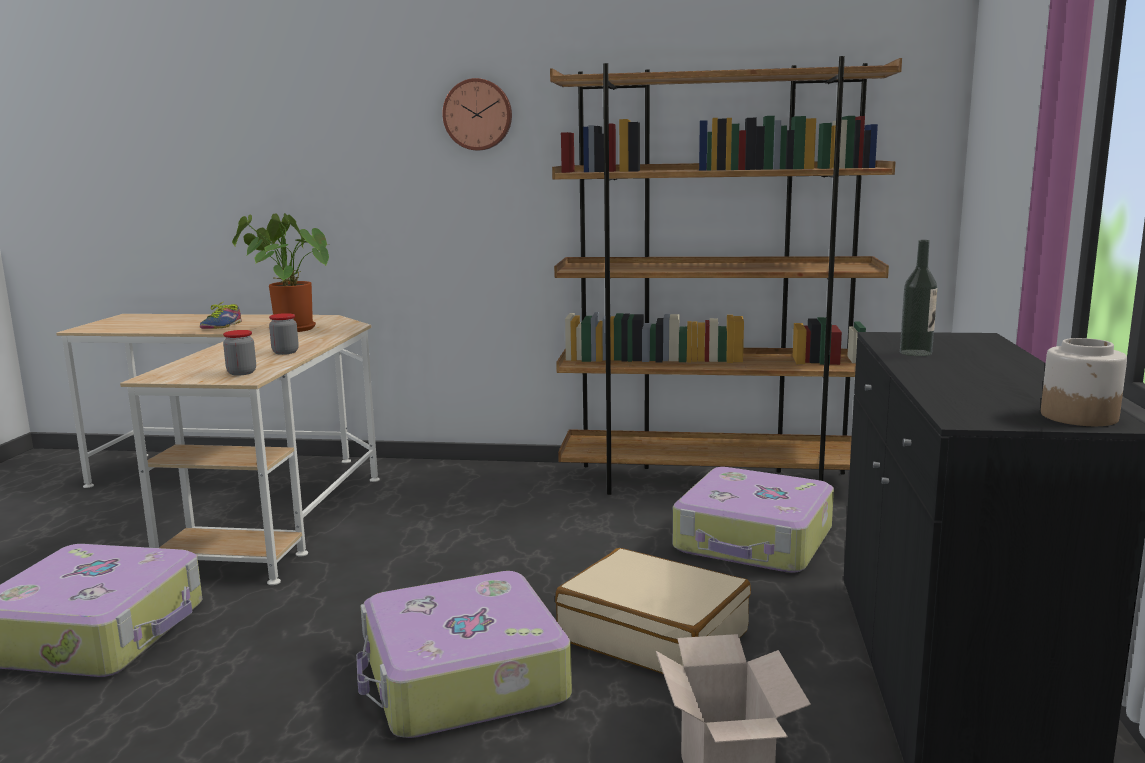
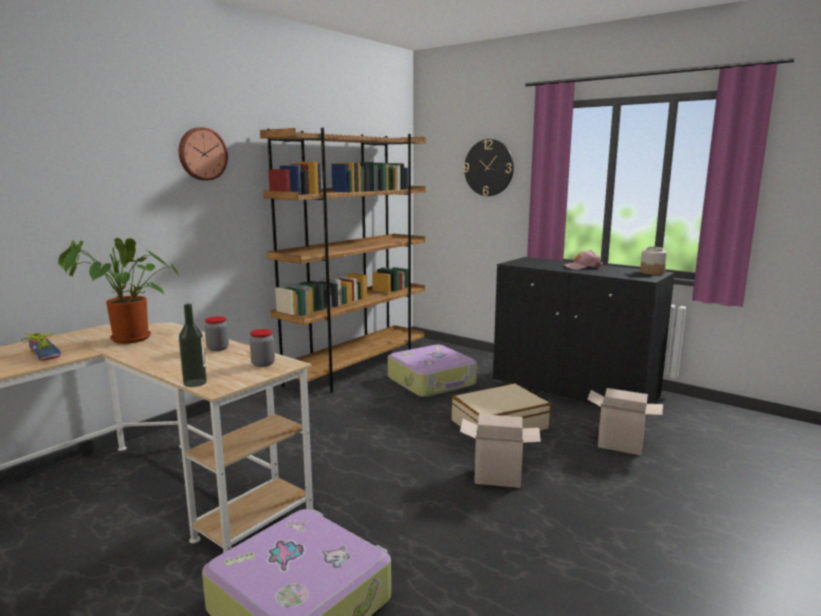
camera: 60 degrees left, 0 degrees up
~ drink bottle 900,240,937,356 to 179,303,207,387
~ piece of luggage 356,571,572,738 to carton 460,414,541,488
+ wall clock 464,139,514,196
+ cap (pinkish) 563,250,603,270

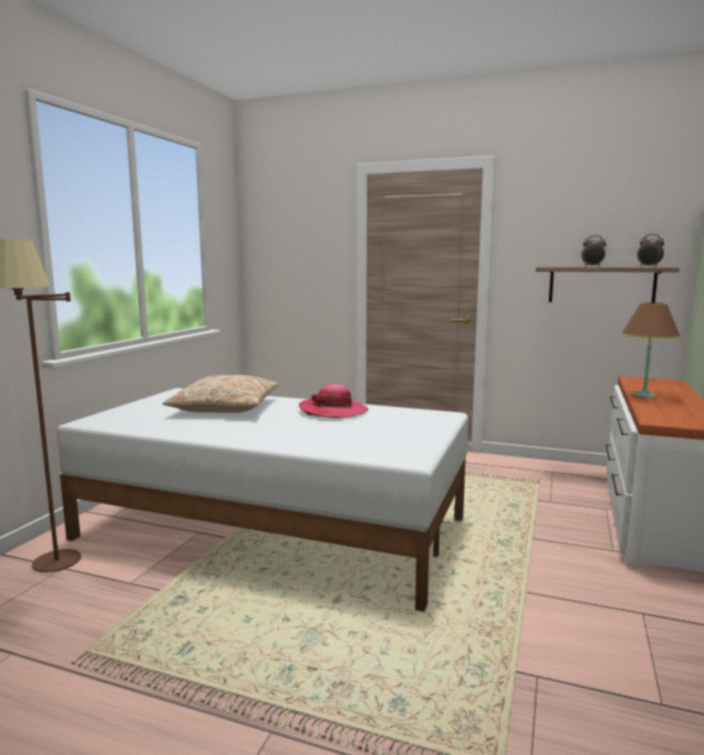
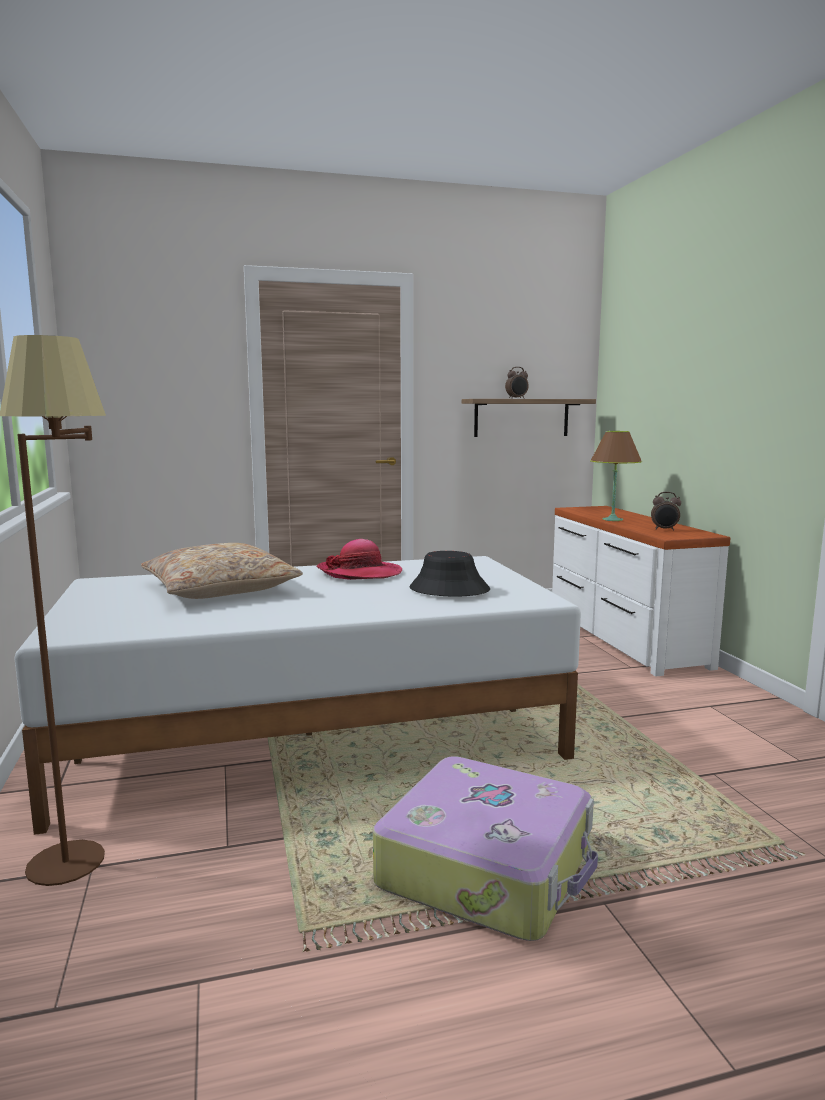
camera: 35 degrees left, 0 degrees up
~ alarm clock 637,234,664,267 to 651,492,681,531
+ clothing hat (blackish) 410,551,490,597
+ piece of luggage 373,756,598,941

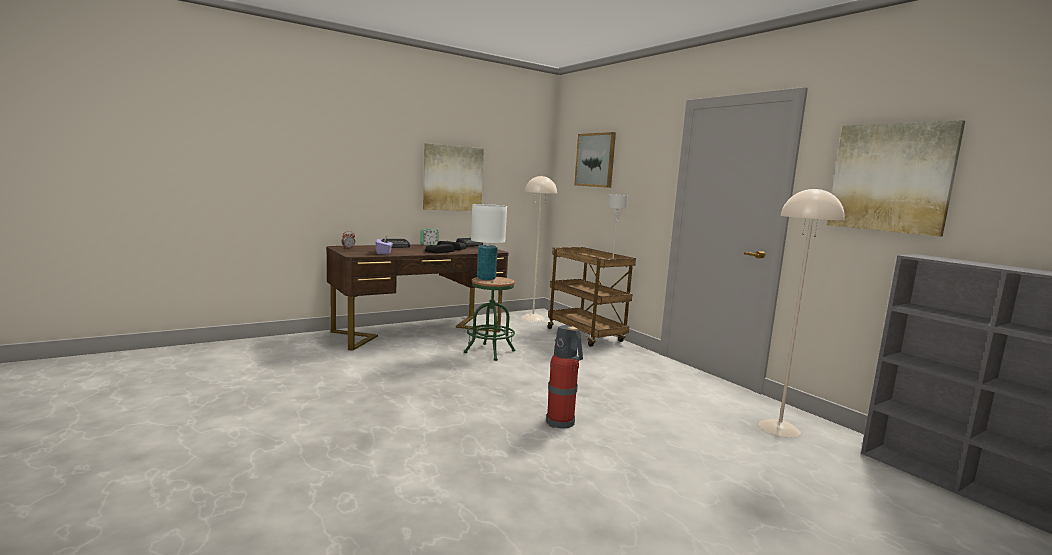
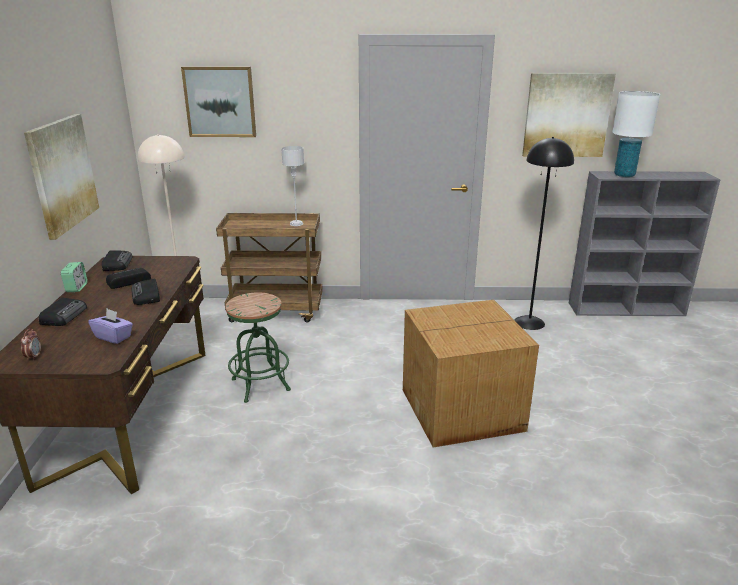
camera: 55 degrees left, 15 degrees up
~ floor lamp (sand-coloured) 759,187,845,438 to floor lamp (blackish) 515,137,574,330
~ lamp for a table (whitish) 471,204,507,280 to 612,91,660,177
~ extinguisher 546,325,583,429 to carton 403,300,539,448

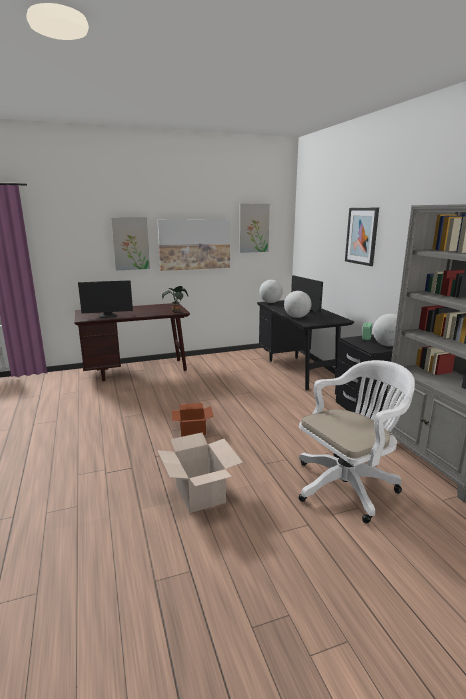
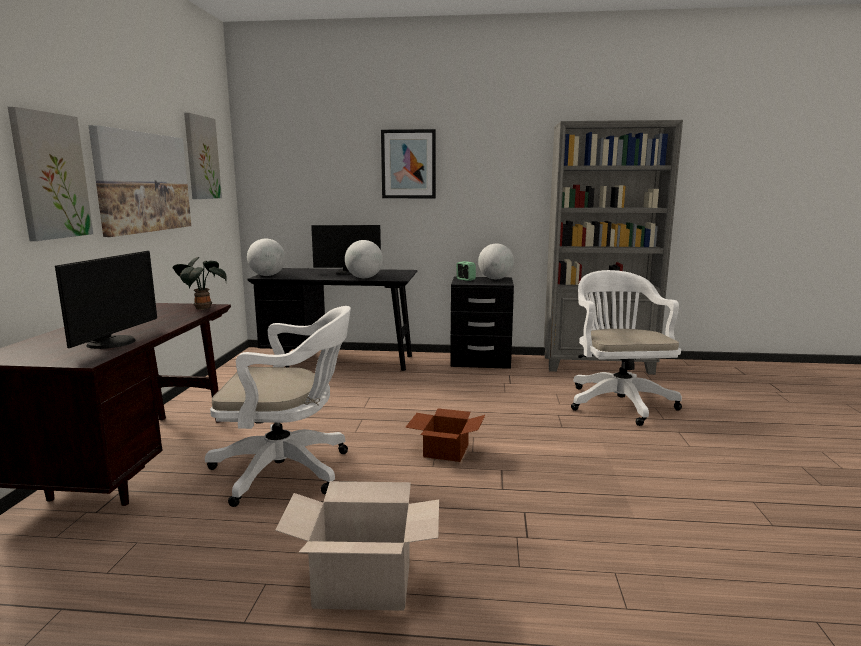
camera: 65 degrees left, 5 degrees down
~ carton 157,433,243,513 to 275,481,439,611
+ computer chair (whitish) 205,306,351,507

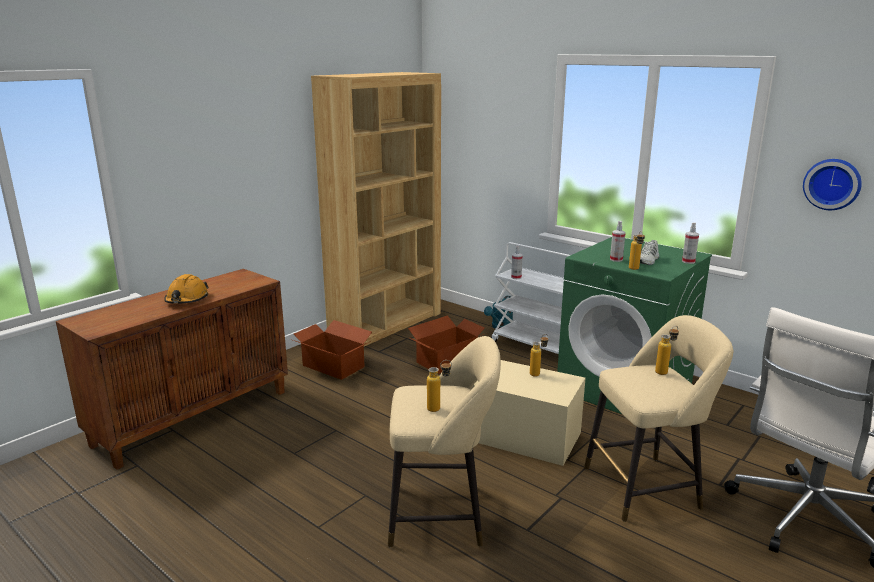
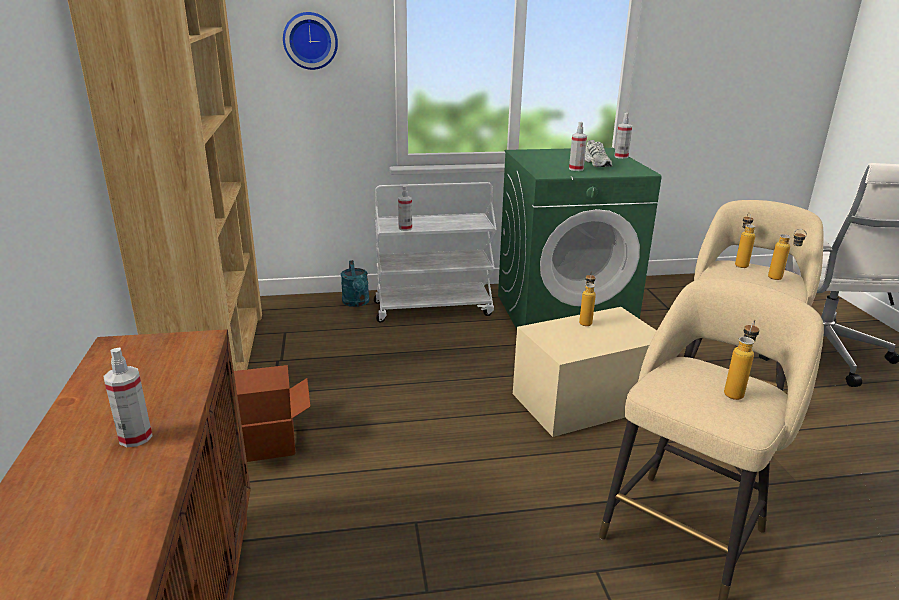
camera: 50 degrees left, 5 degrees up
~ wall clock 803,159,862,210 to 283,12,338,70
~ drink bottle 629,231,645,270 to 768,229,807,280
~ safety helmet (orange) 164,274,209,304 to spray bottle 103,348,153,447
- carton 408,315,485,374

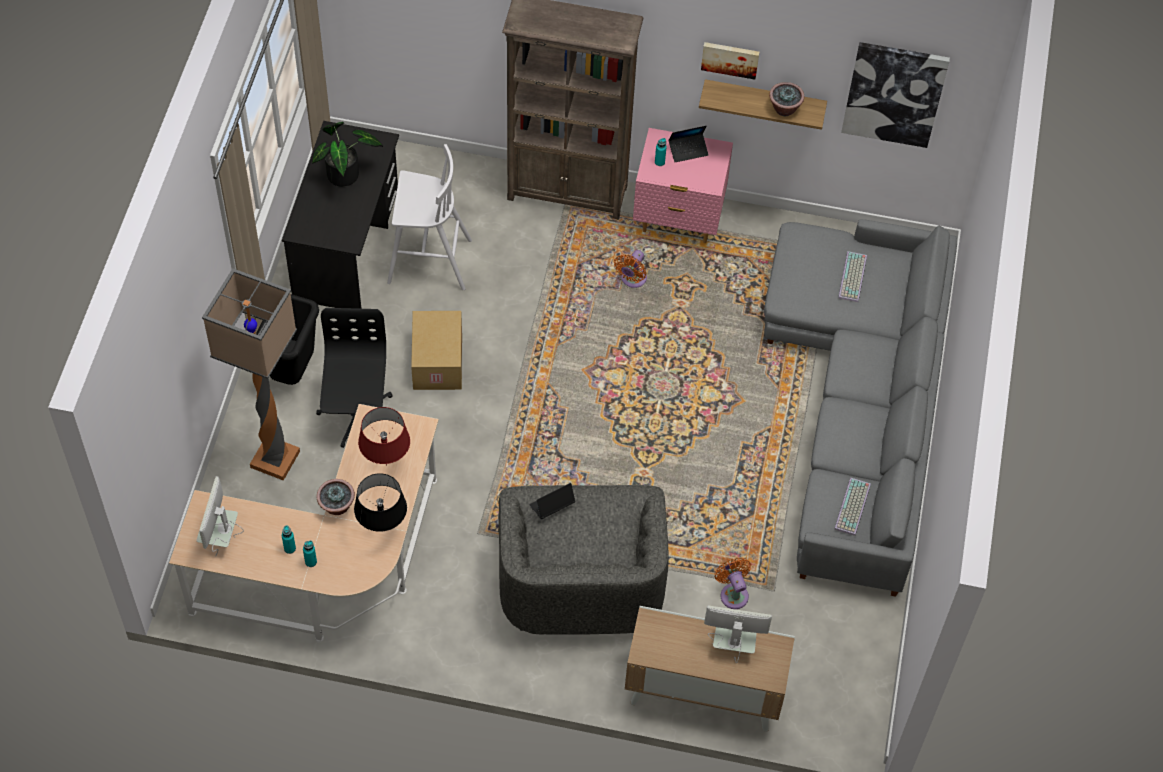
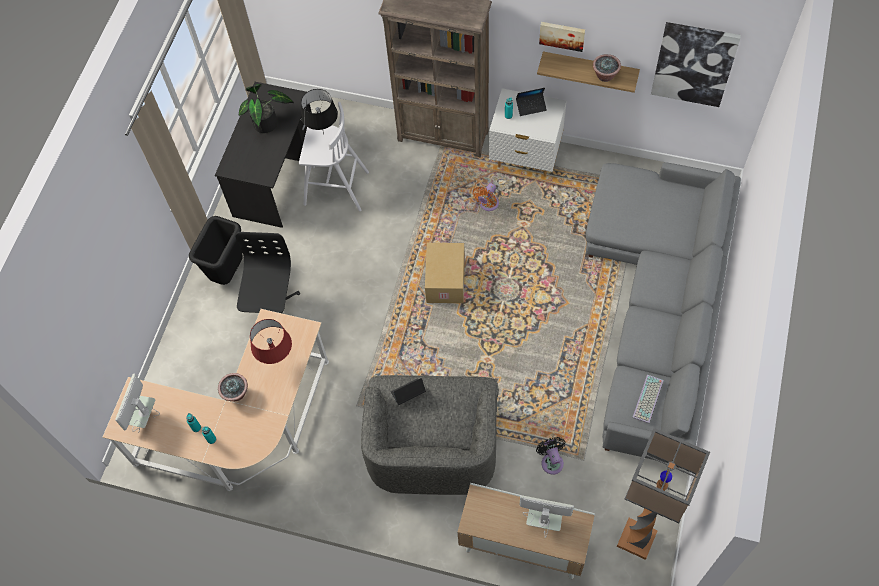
camera: 10 degrees right, 5 degrees up
~ nightstand (pinkish) 633,128,733,243 to nightstand (whitish) 489,88,566,177
- keyboard 838,251,867,302
~ floor lamp 202,268,300,481 to 617,428,710,560
~ carton 411,311,462,390 to 425,243,465,303
~ lamp for a table (blackish) 354,473,407,532 to 301,89,338,134
~ electric fan (orange) 714,558,751,609 to electric fan (blackish) 536,437,565,475

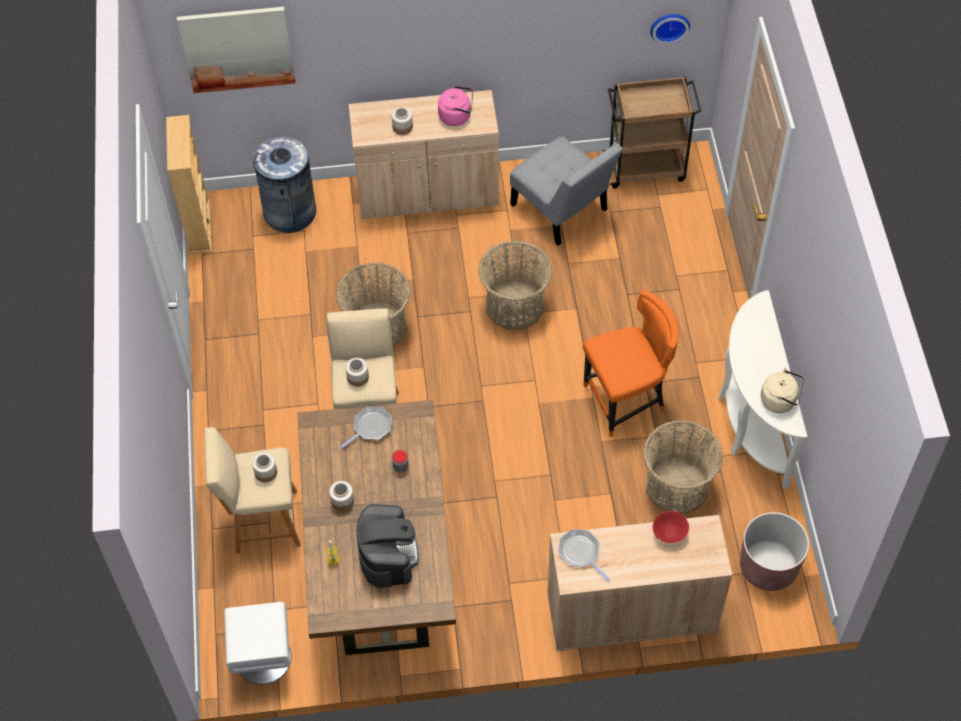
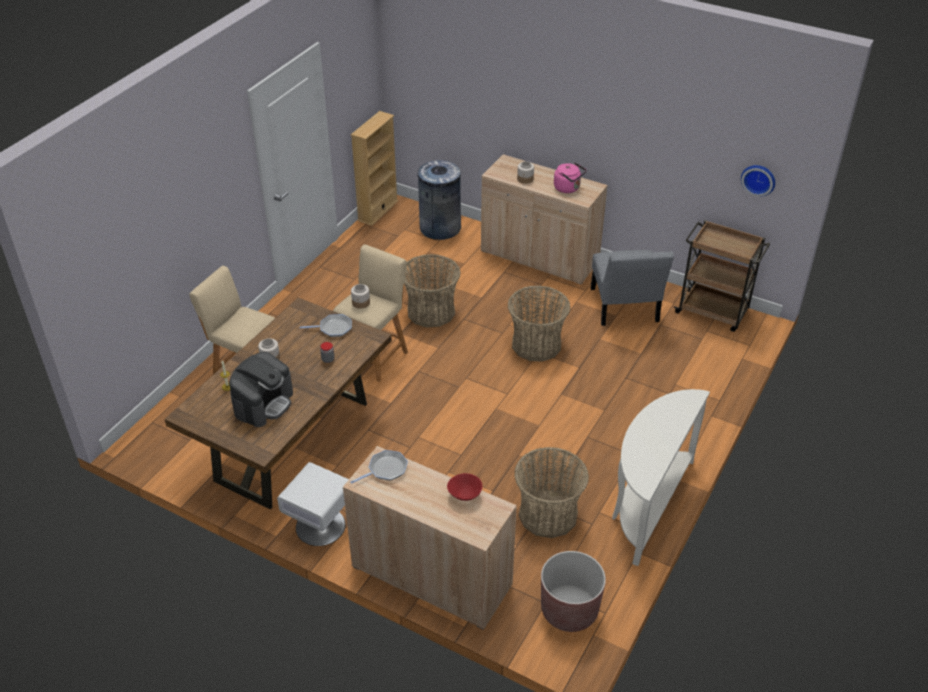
camera: 35 degrees right, 15 degrees down
- wall picture 177,7,296,93
- plain chair (orange) 583,290,679,437
- tea kettle (sand-coloured) 761,367,805,413
- storage jar 252,453,277,482
~ skillet 558,529,610,581 = 350,450,408,484 60 degrees clockwise
~ nightstand (whitish) 224,602,292,685 to 277,462,349,546

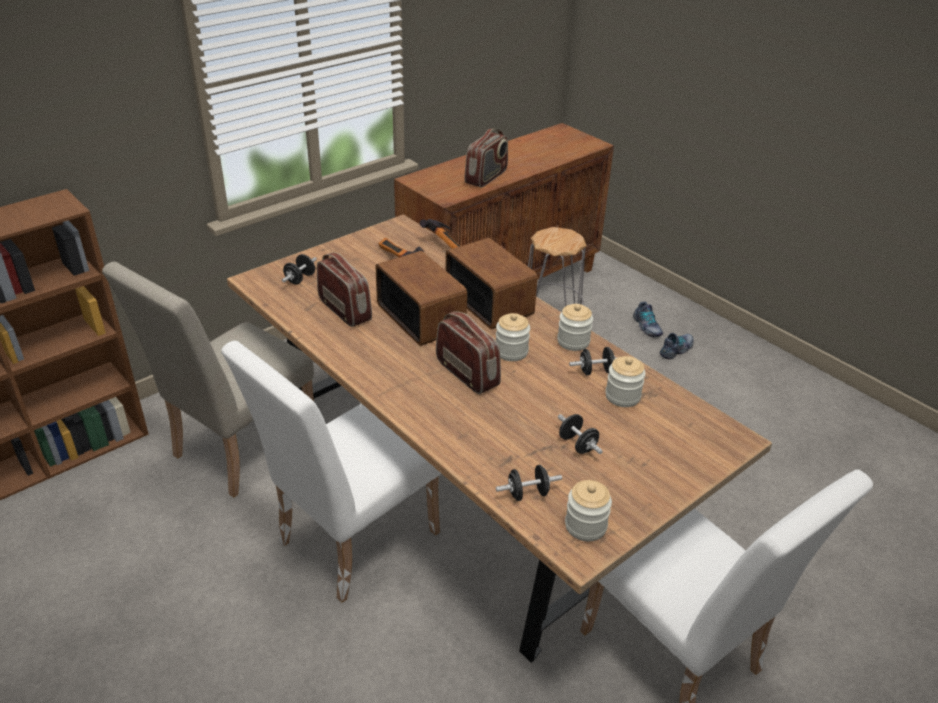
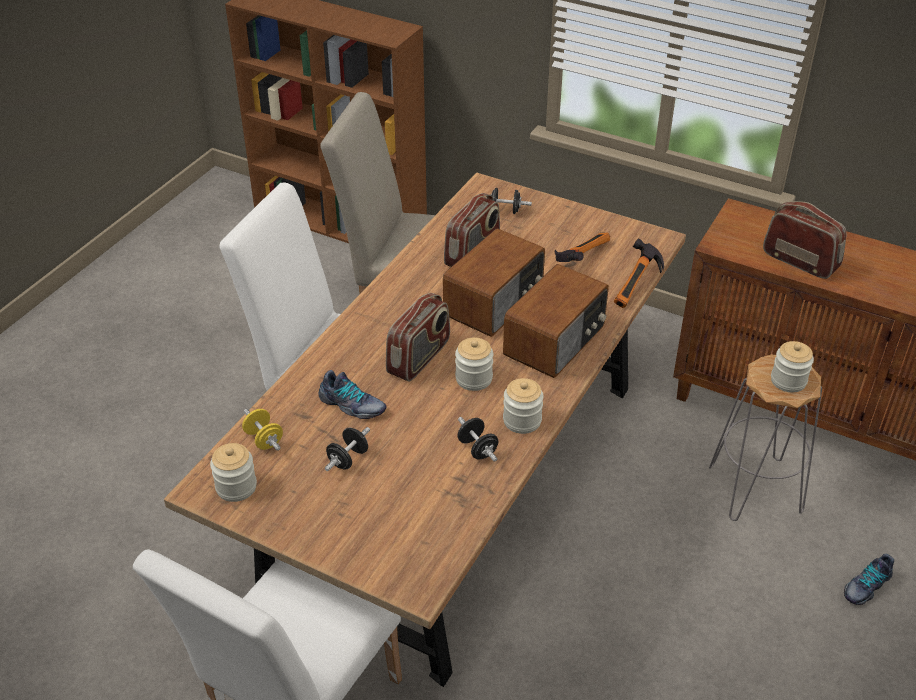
camera: 70 degrees right, 5 degrees up
~ radio set 465,129,508,188 = 763,201,846,279 150 degrees counterclockwise
~ item of footwear 660,333,694,359 to 319,370,386,419
~ storage jar 605,356,646,407 to 771,341,814,392
~ dumbbell (blackish) 496,465,562,501 to dumbbell (yellow) 242,409,283,451

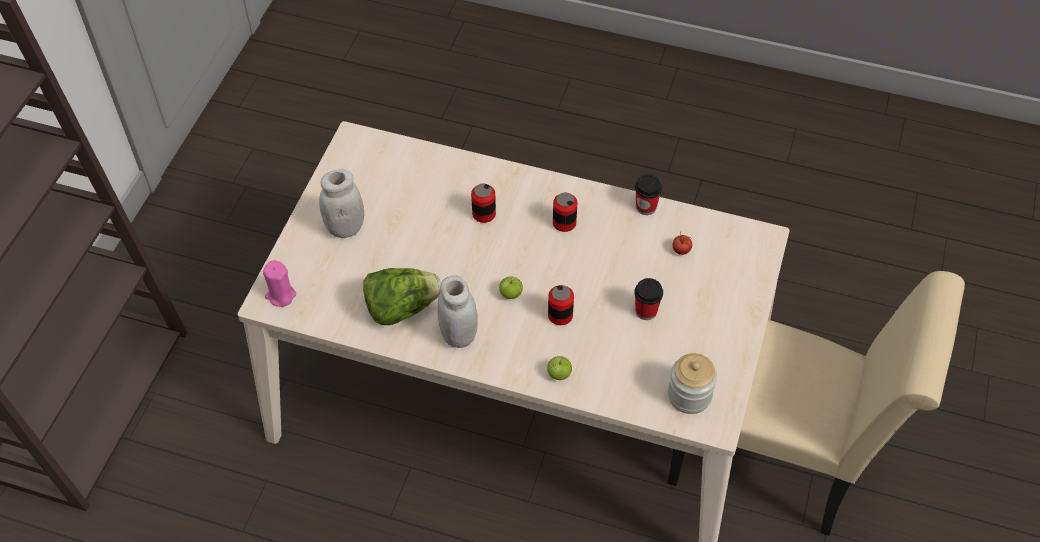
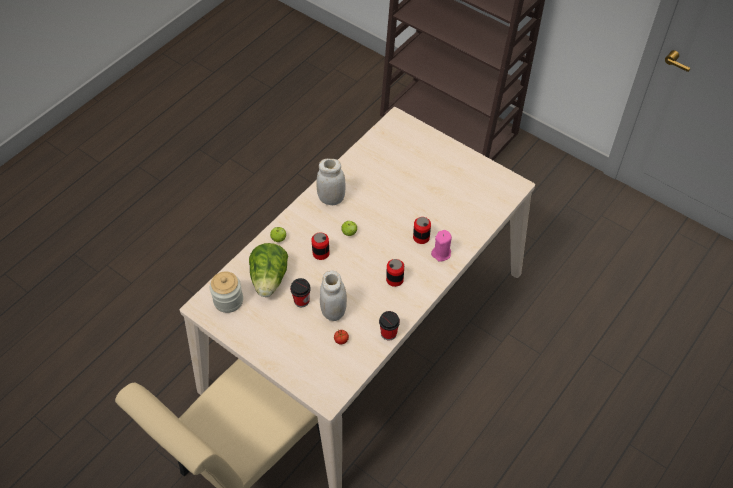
camera: 110 degrees right, 0 degrees up
~ storage jar (whitish) 319,169,364,238 to 320,271,347,321
~ candle (pinkish) 263,260,296,307 to 431,230,452,262
~ lettuce head 363,268,441,325 to 249,243,288,297

